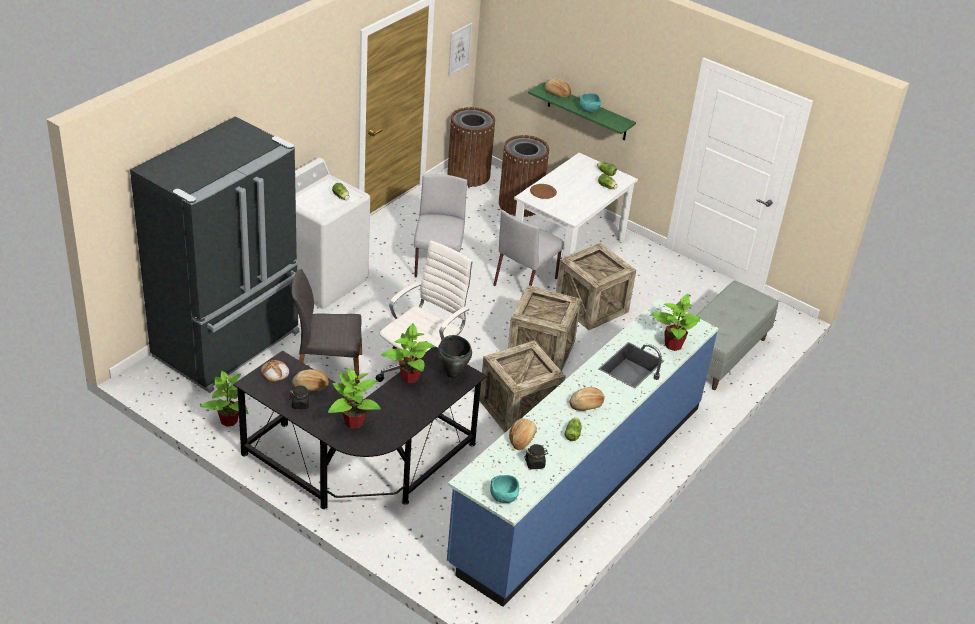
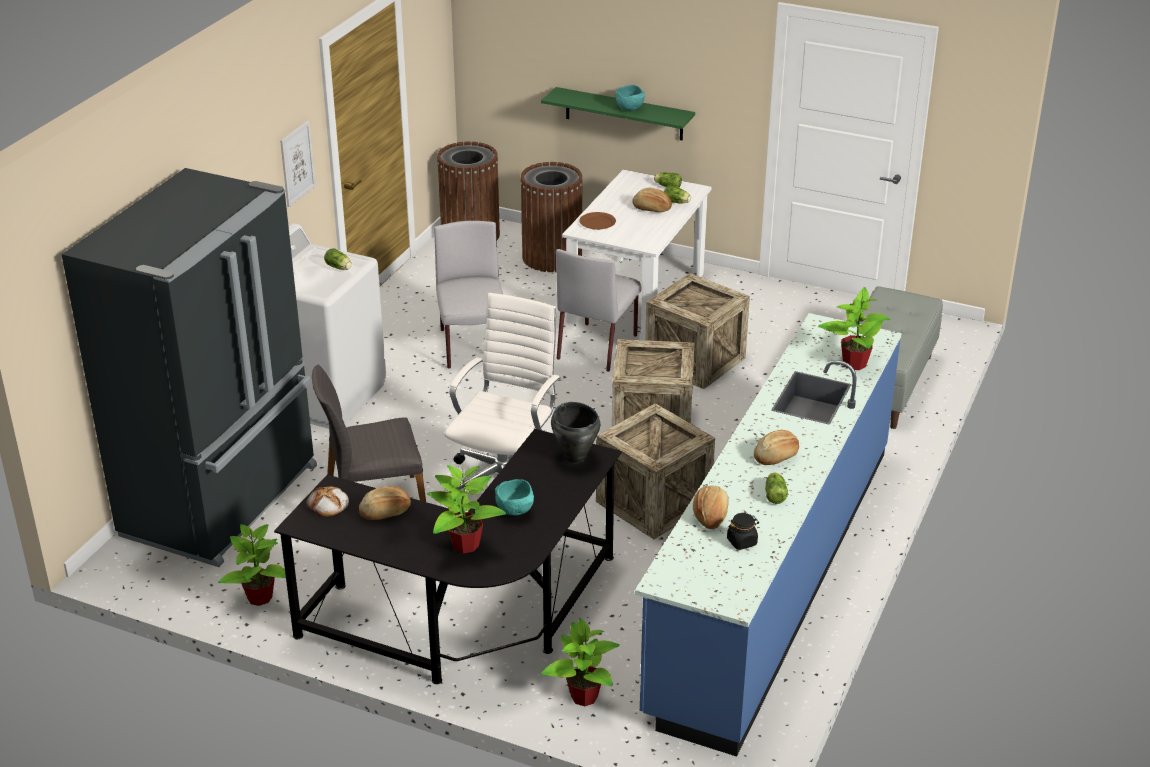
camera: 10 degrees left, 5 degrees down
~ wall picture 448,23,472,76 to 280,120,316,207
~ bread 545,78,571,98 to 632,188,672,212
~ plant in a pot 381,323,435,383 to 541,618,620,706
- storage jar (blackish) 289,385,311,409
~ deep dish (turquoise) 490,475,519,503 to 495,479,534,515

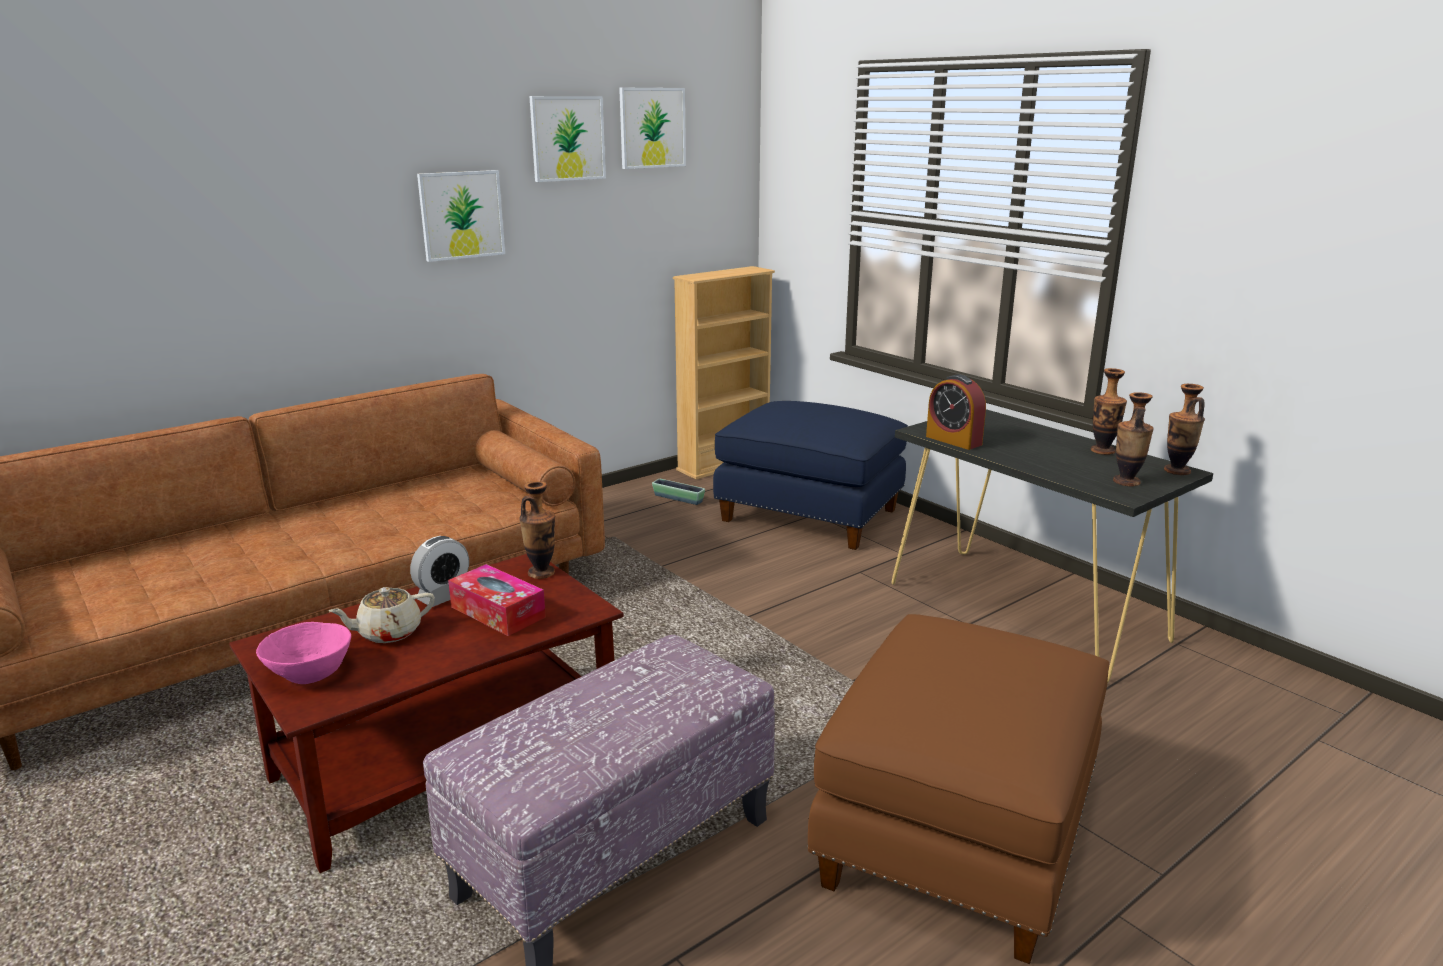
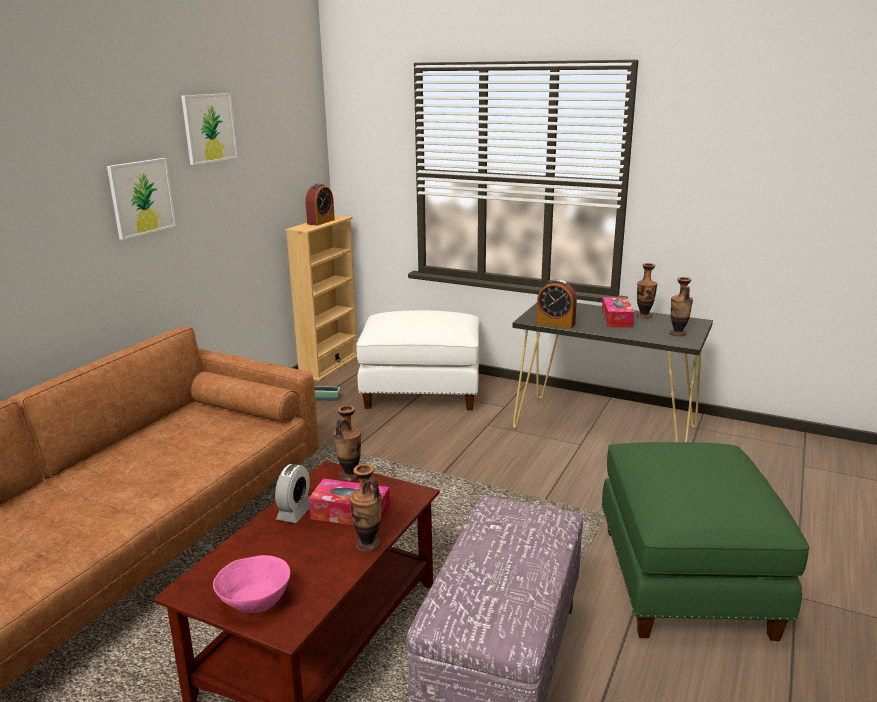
camera: 25 degrees left, 0 degrees up
- wall picture 619,88,686,169
~ vase 1164,384,1205,475 to 349,464,382,552
~ footrest (blue-coloured) 713,401,908,550 to footrest (whitish) 356,310,479,410
- teapot (sand-coloured) 329,587,435,643
~ footrest (brownish) 807,614,1109,964 to footrest (green) 602,442,810,641
+ alarm clock 306,184,335,225
+ tissue box 602,297,634,328

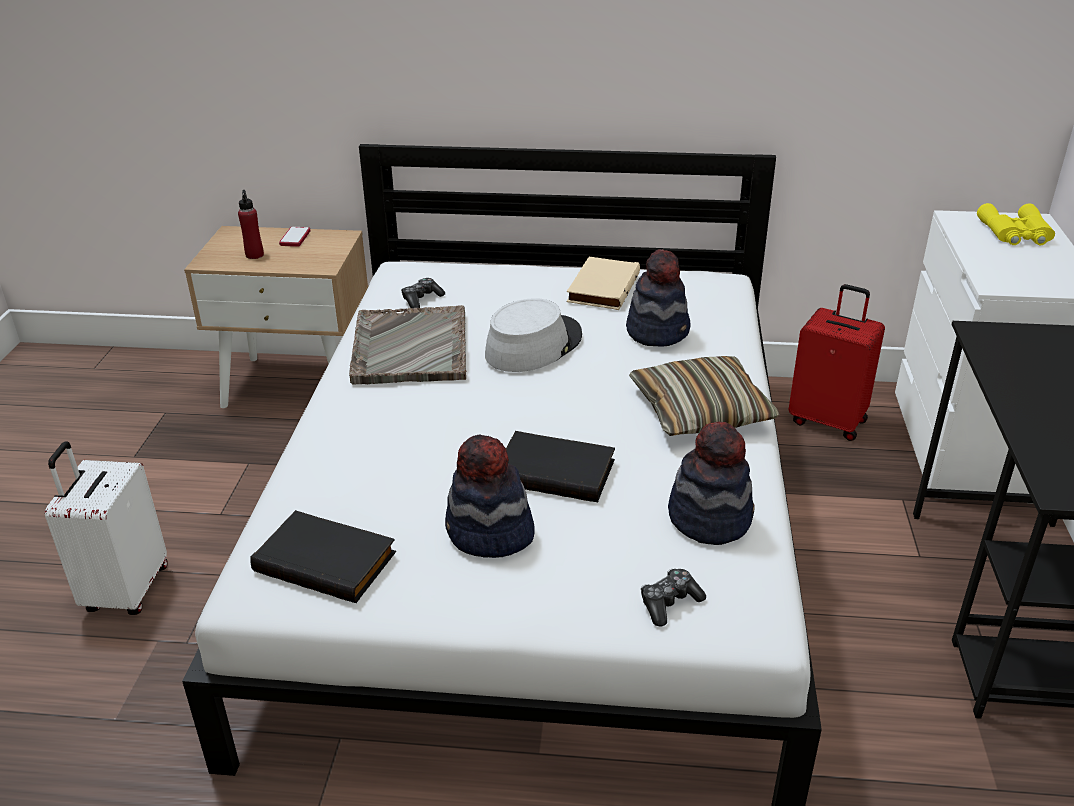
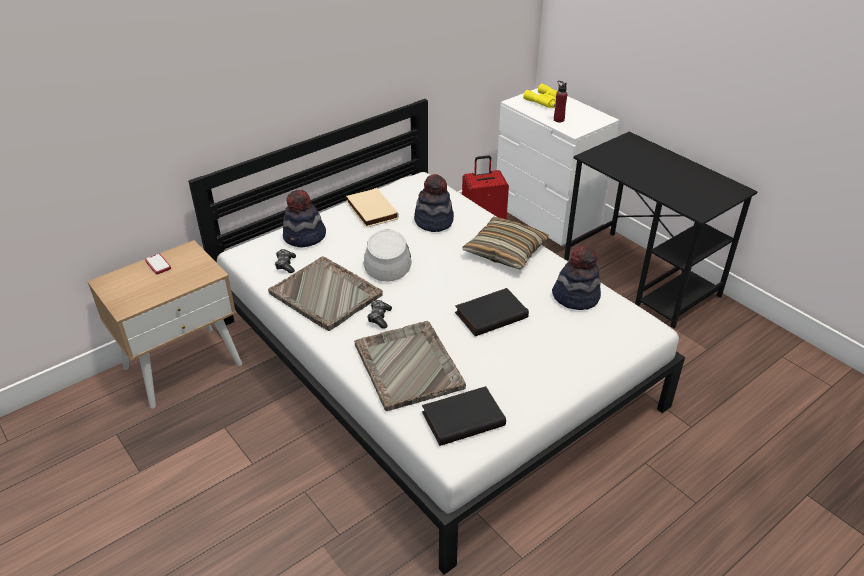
camera: 45 degrees left, 5 degrees up
~ drink bottle (red-coloured) 238,190,264,259 to 554,81,567,122
~ clothing hat 445,434,534,558 to 283,190,326,248
- piece of luggage (whitish) 45,441,168,615
~ game controller 641,569,706,627 to 367,300,392,329
+ carrying tray (grey) 354,321,466,411

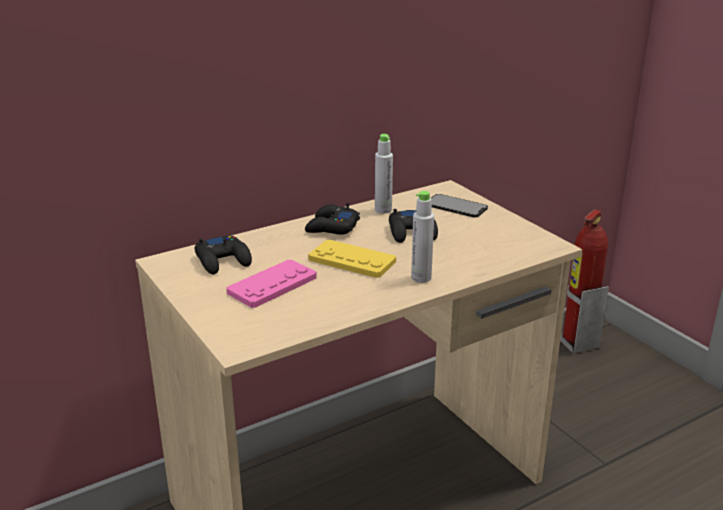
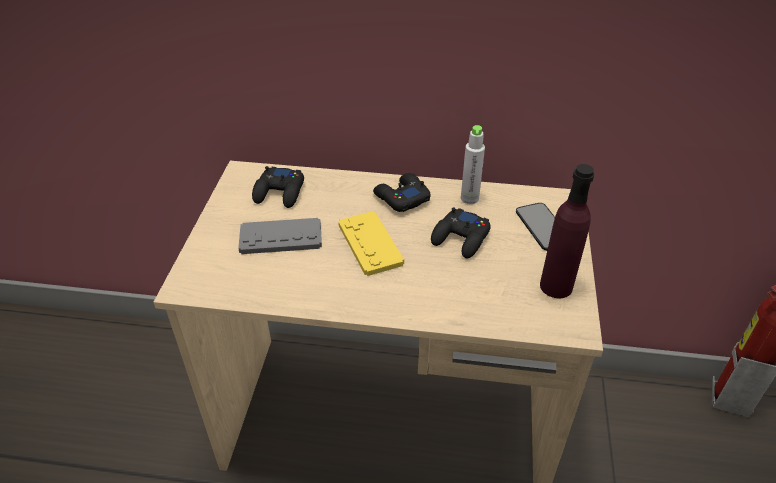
camera: 40 degrees right, 15 degrees up
- drink bottle (grey) 411,191,434,283
~ game controller (pinkish) 226,259,317,308 to game controller (grey) 238,218,322,254
+ drink bottle (purple-coloured) 540,164,594,298

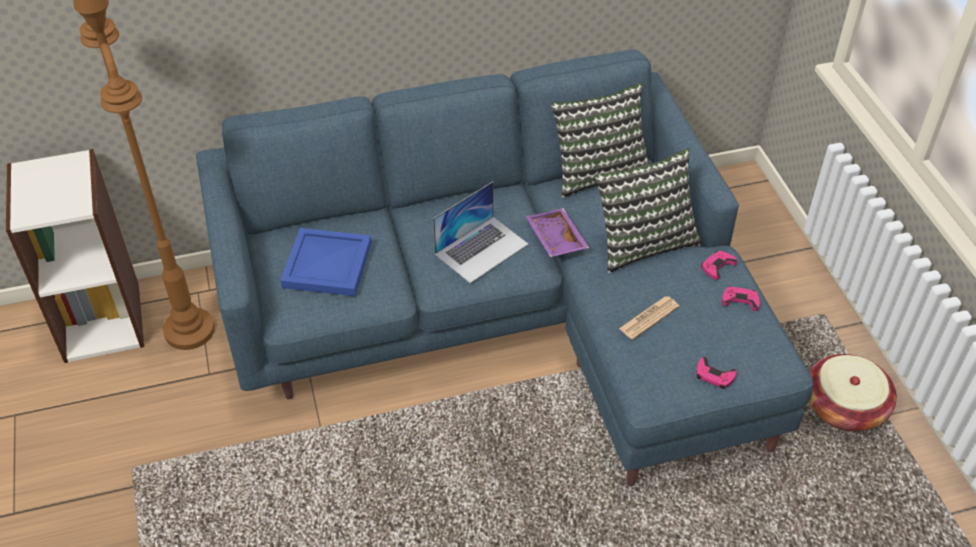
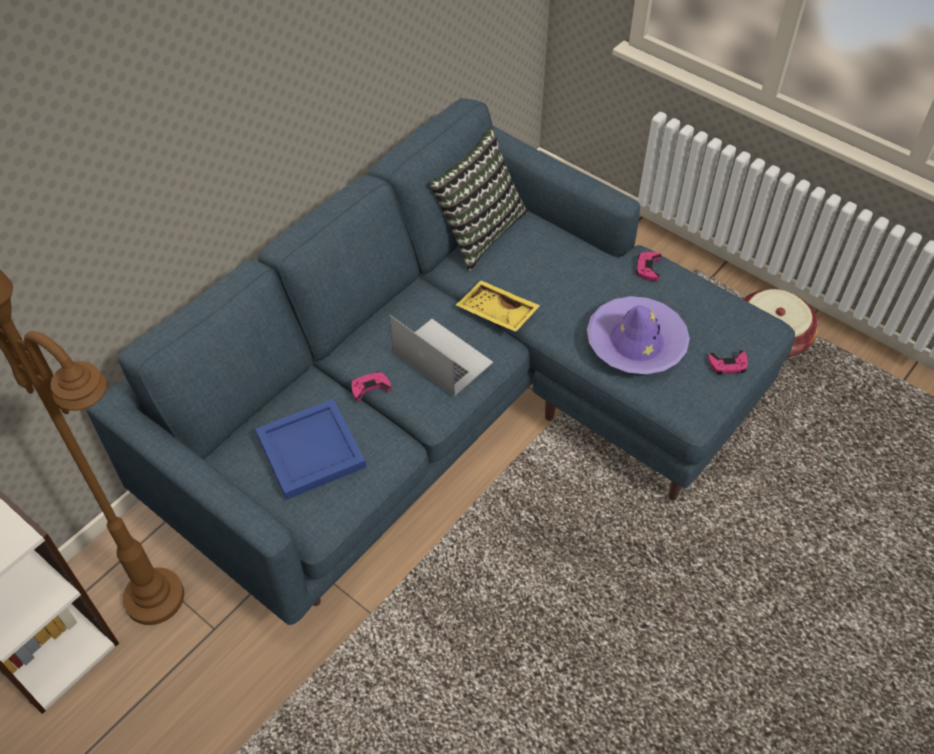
camera: 35 degrees left, 5 degrees up
- cushion 595,148,702,273
~ laptop 433,181,529,283 = 389,315,493,396 60 degrees counterclockwise
~ carrying tray (purple-coloured) 526,208,590,257 to carrying tray (yellow) 456,281,541,332
~ game controller (pinkish) 722,286,760,311 to 352,371,391,402
~ printed paper 619,296,679,340 to clothing hat (purple-coloured) 587,296,690,374

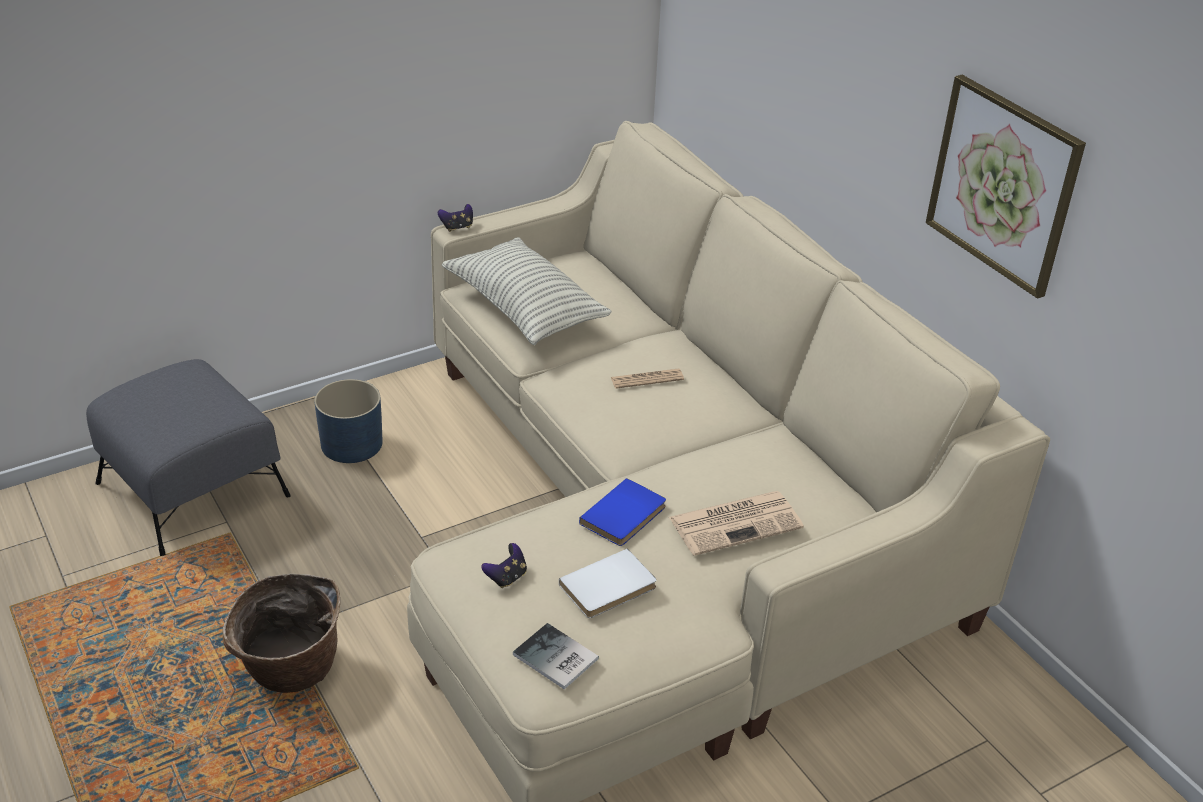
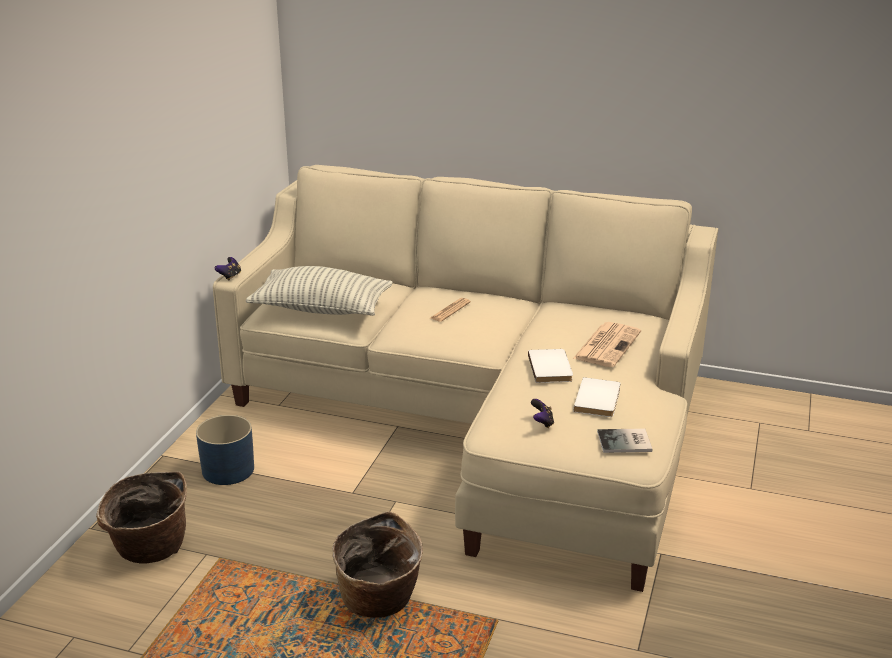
camera: 40 degrees left, 10 degrees down
- wall picture 926,75,1086,299
~ footrest (grey) 86,359,291,556 to basket 96,471,187,563
~ book (blue-coloured) 579,478,666,546 to book (whitish) 528,349,573,383

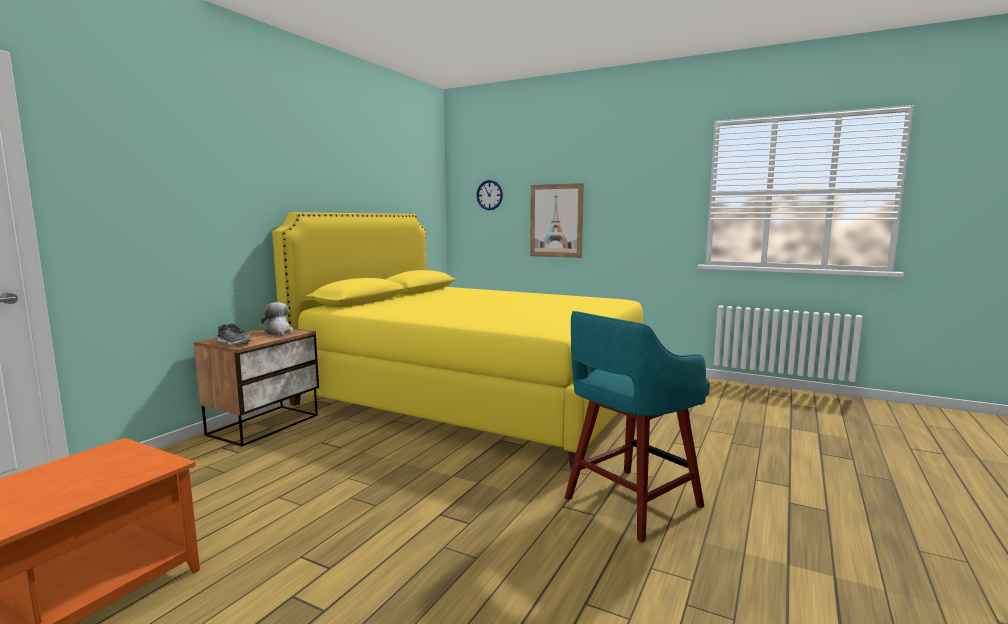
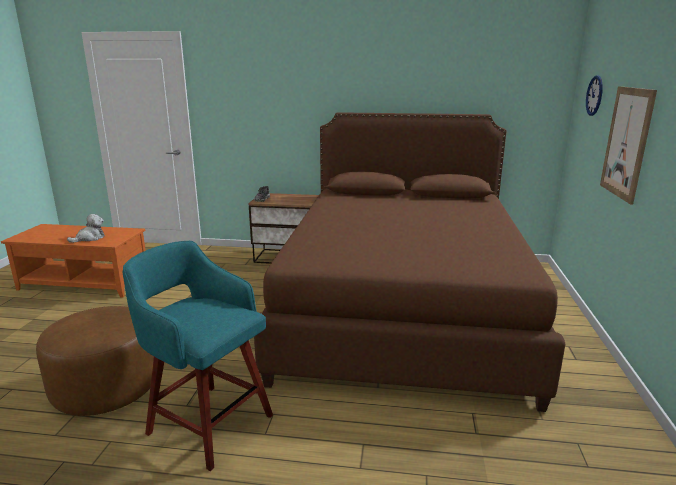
camera: 70 degrees right, 10 degrees up
~ bedroom bed (yellow) 272,212,643,469 to bedroom bed (brownish) 254,112,566,412
~ soft toy 261,302,294,336 to 67,214,105,243
+ footrest (brownish) 36,306,154,416

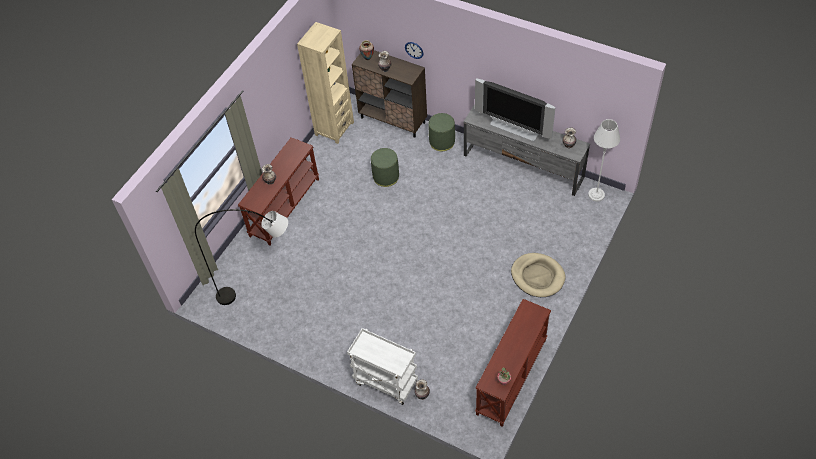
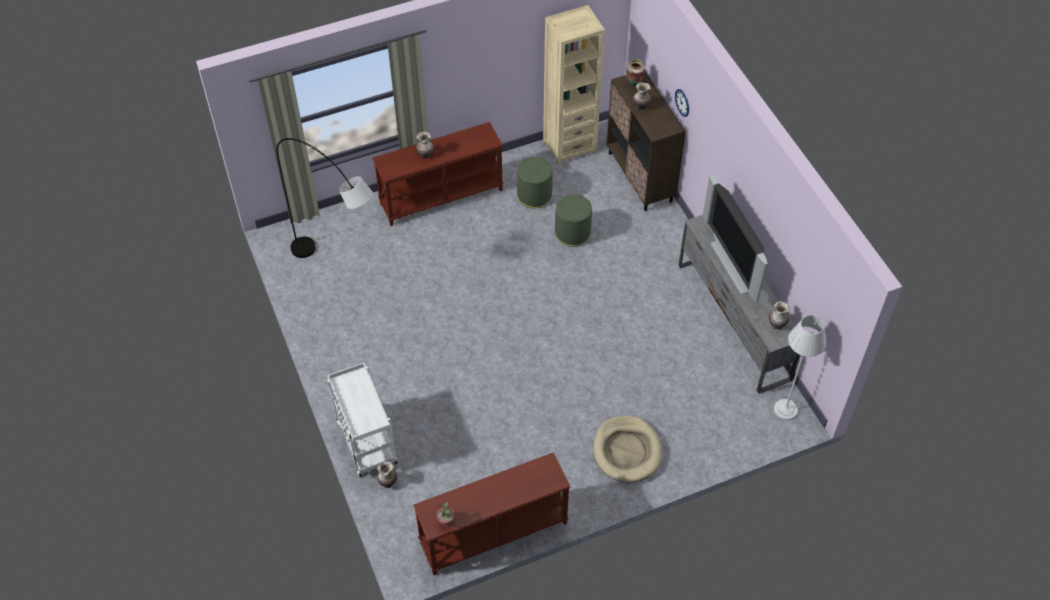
camera: 35 degrees right, 0 degrees up
~ footrest (green) 429,113,455,151 to 517,157,553,208

